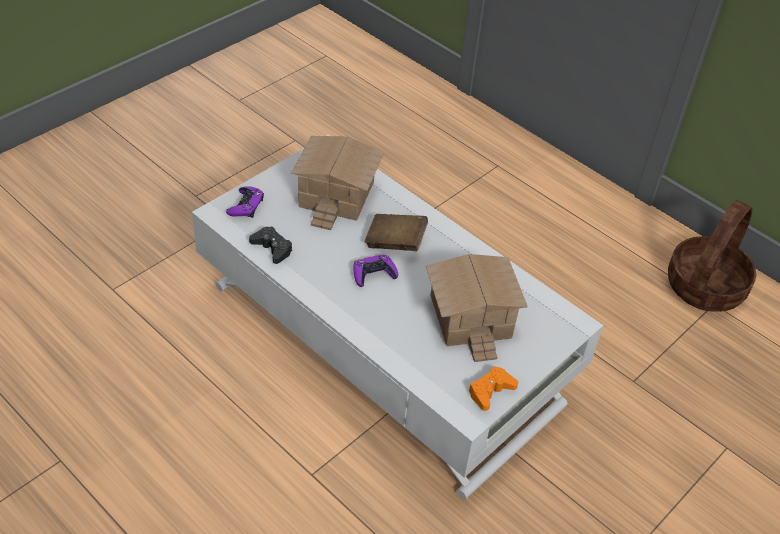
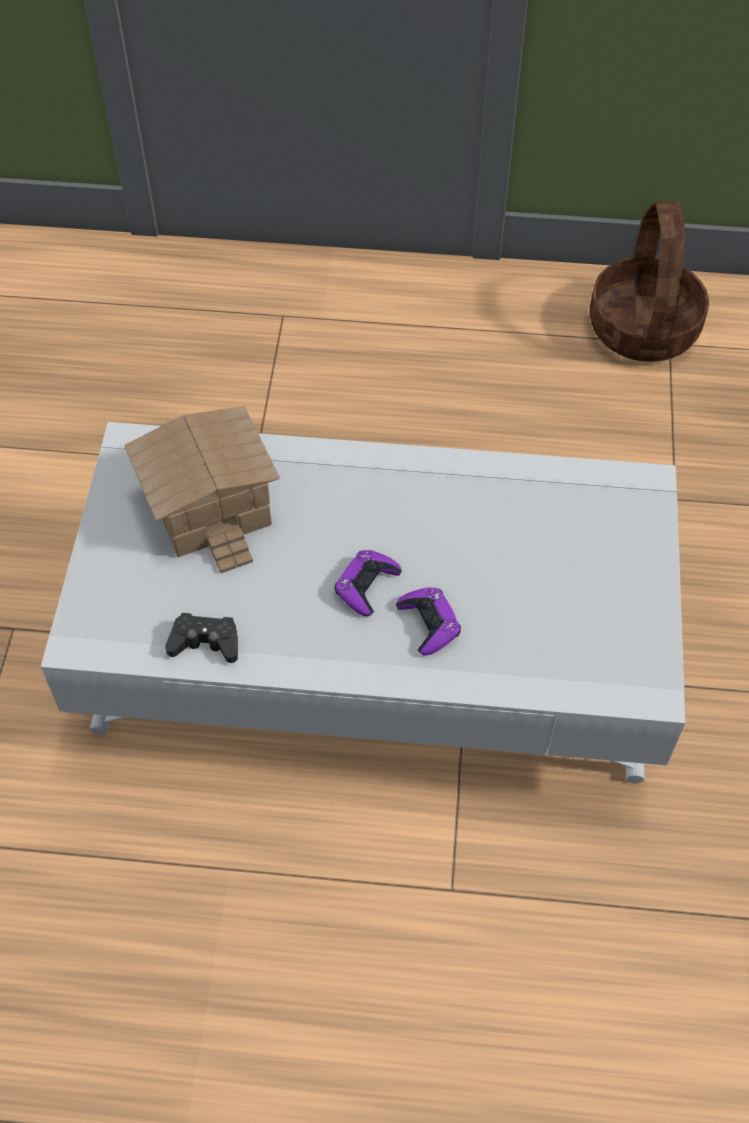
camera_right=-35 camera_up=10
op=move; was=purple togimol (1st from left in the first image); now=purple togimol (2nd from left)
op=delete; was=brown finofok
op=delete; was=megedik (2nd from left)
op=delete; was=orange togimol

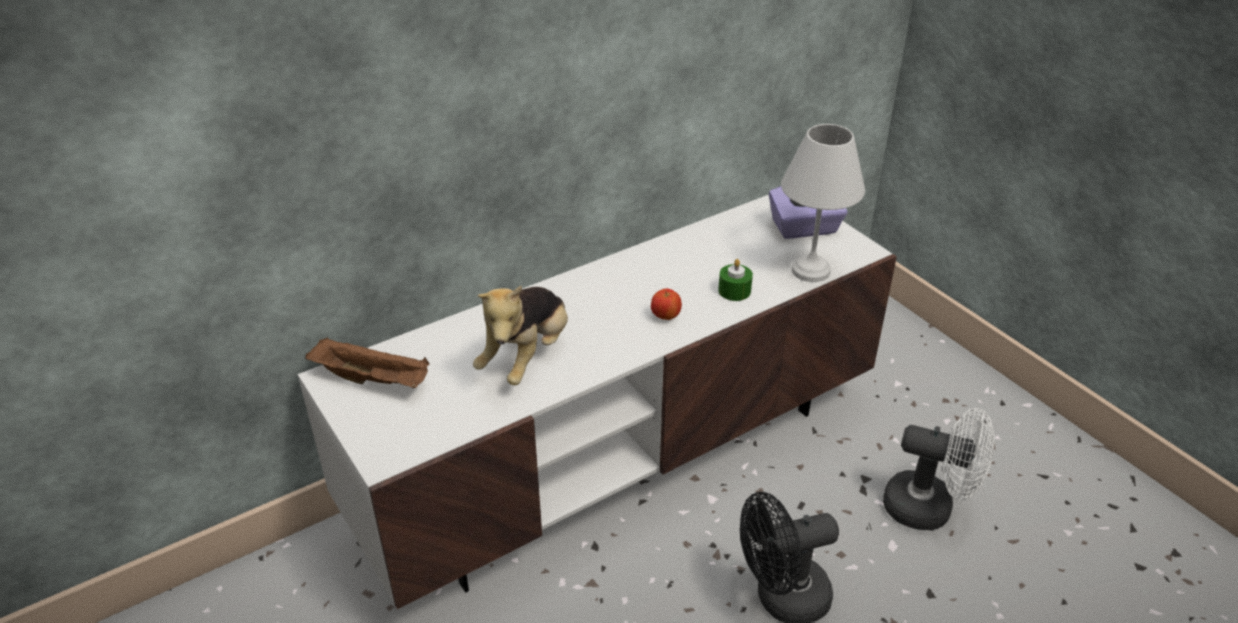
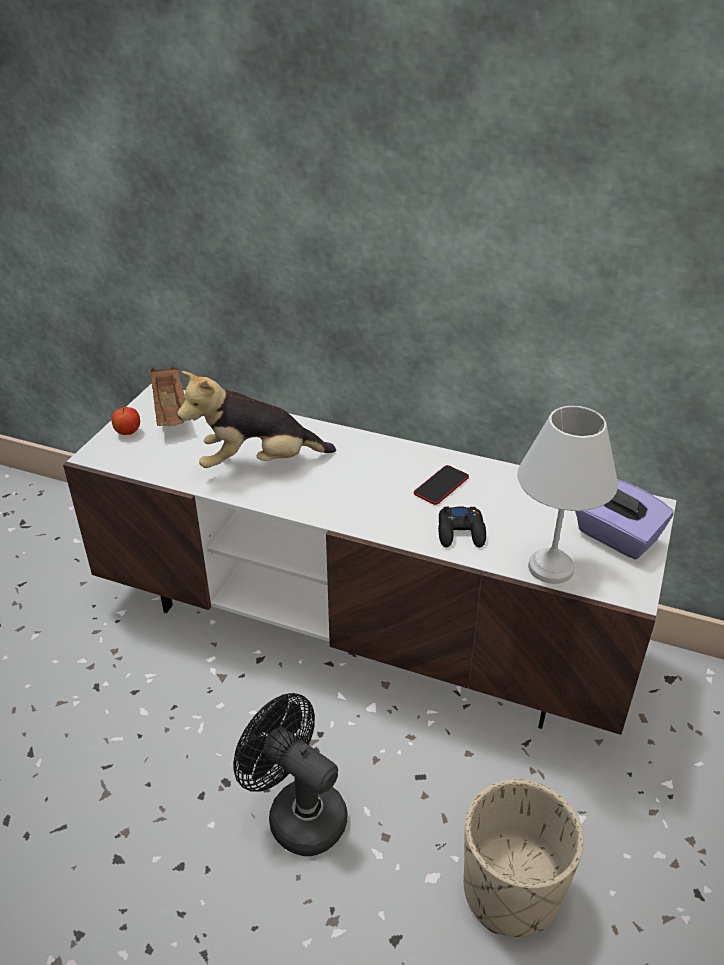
camera_right=55 camera_up=0
op=move; was=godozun
op=insert; now=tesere
op=replace; was=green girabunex; now=black togimol
op=replace; was=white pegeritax; now=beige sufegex

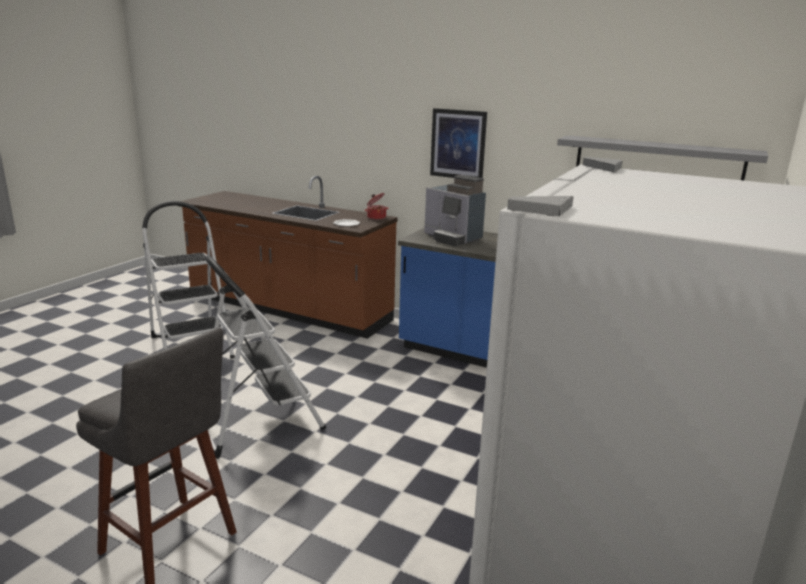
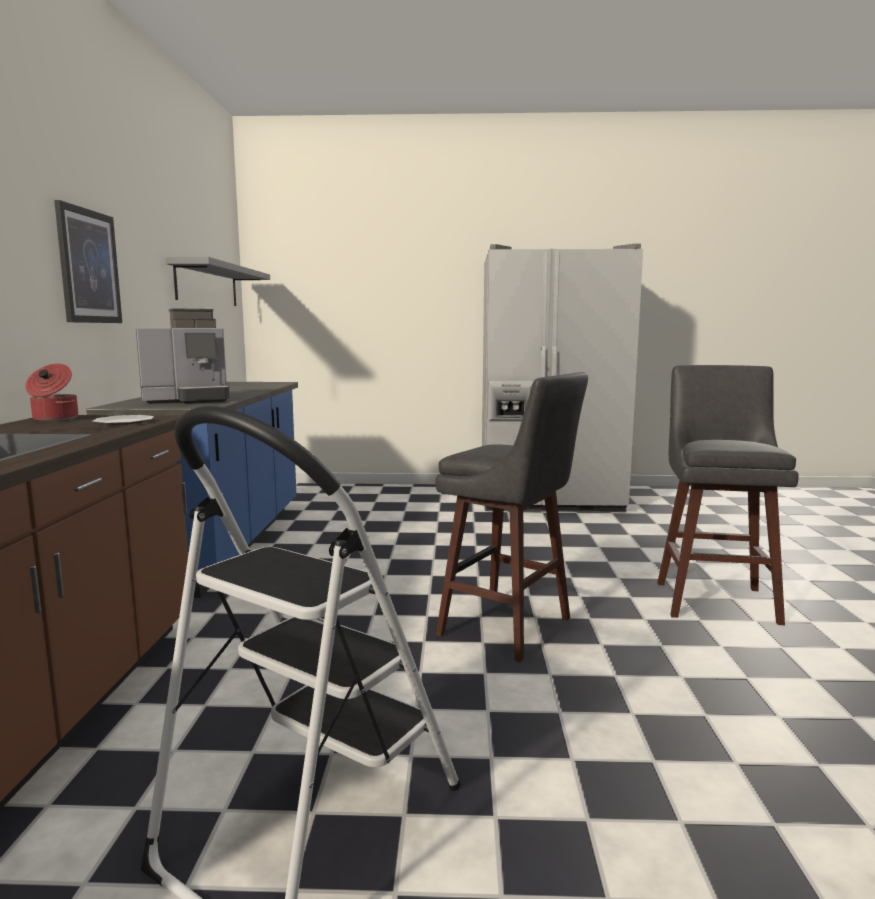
camera_right=-115 camera_up=-10
op=rotate; was=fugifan; clockwise=45
op=replace; was=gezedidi (2nd from left); now=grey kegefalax (1st from left)

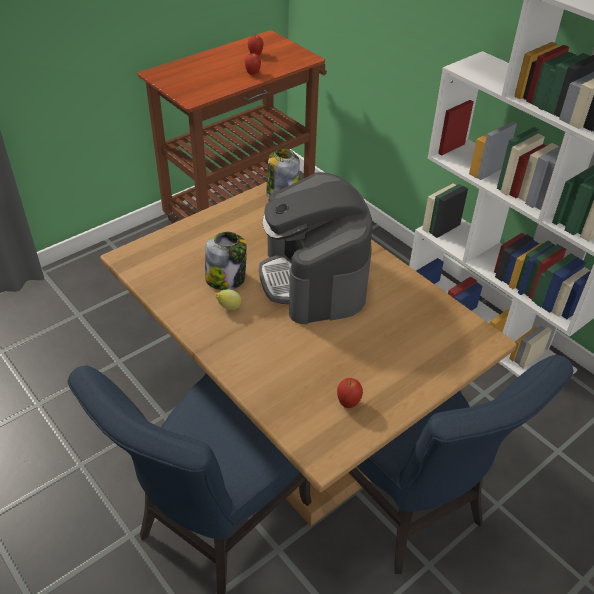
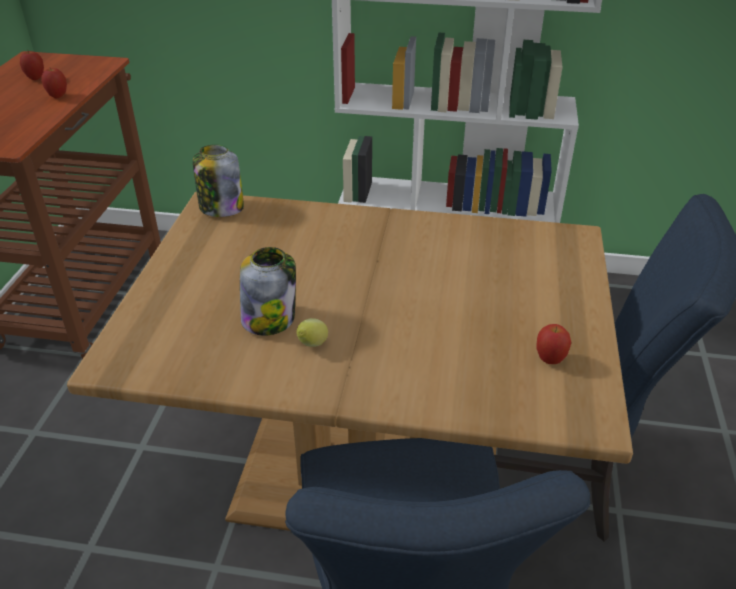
camera_right=-40 camera_up=-5
op=delete; was=fugifan

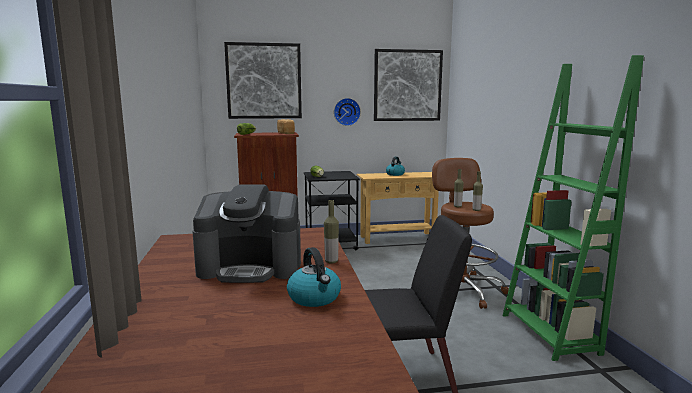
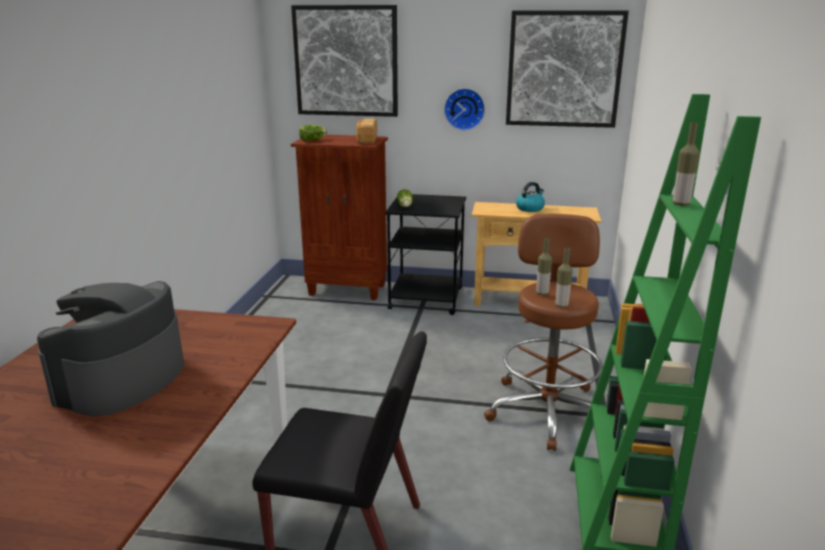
camera_right=20 camera_up=10
op=rotate; was=fugifan; clockwise=90
op=move; was=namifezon (1st from left in the first image); now=namifezon (3rd from left)
op=delete; was=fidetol (1st from left)

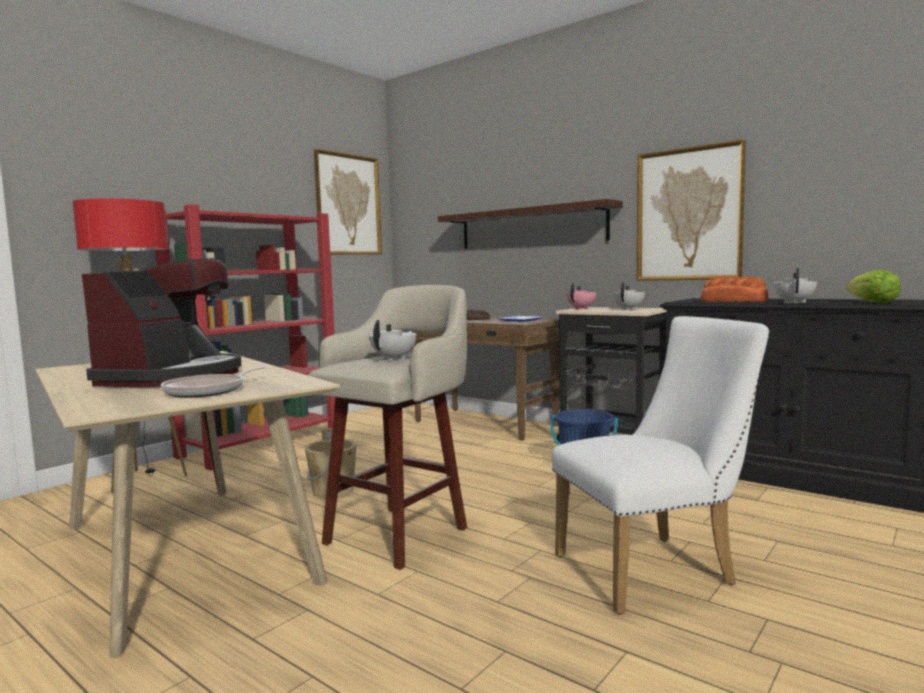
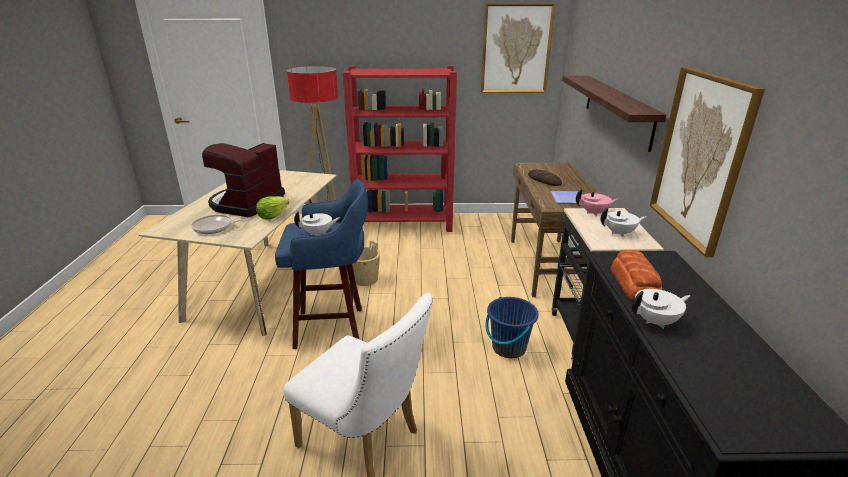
camera_right=50 camera_up=20
op=rotate; was=fugifan; clockwise=135
op=move; was=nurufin
op=recolor; was=beige kegefalax; now=blue kegefalax

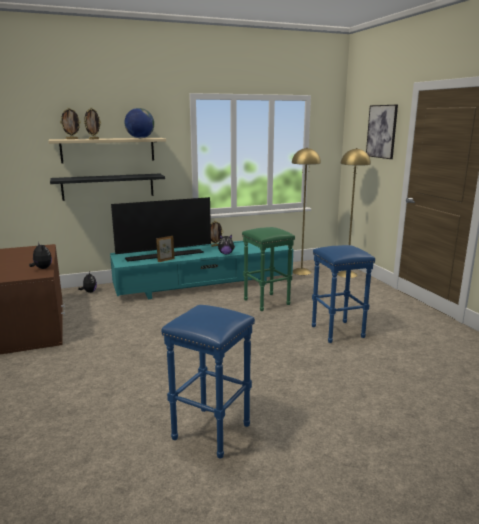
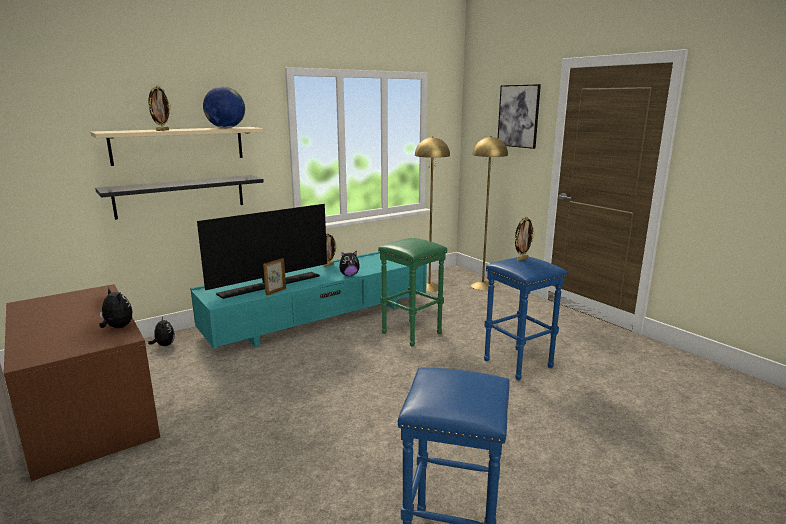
camera_right=-15 camera_up=0
op=move; was=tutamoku (1st from left in the first image); now=tutamoku (4th from left)

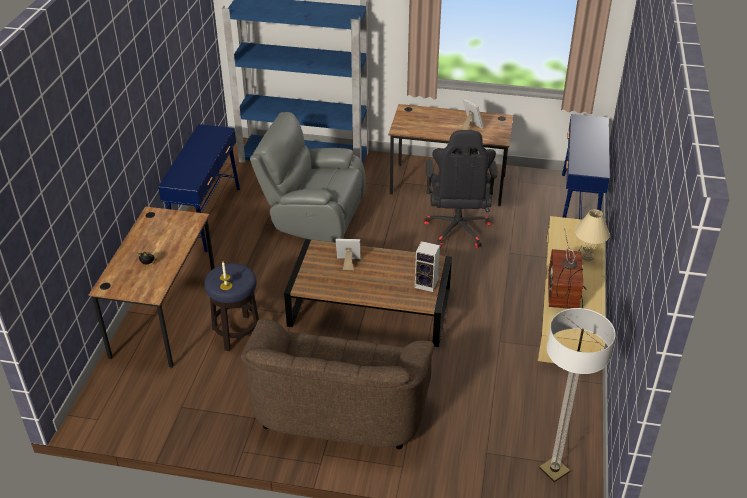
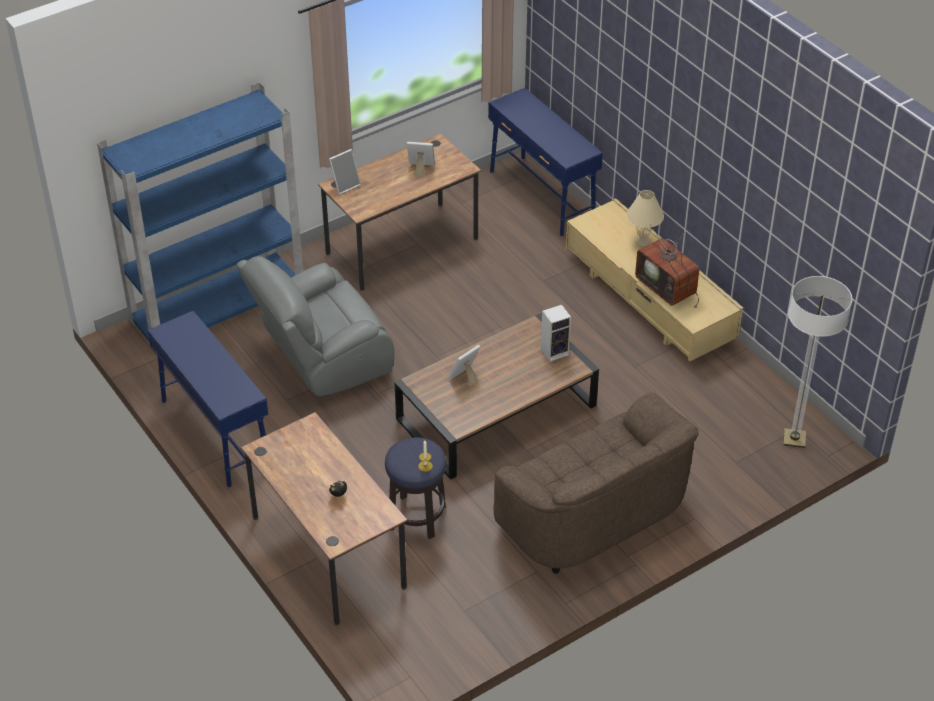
camera_right=-45 camera_up=5
op=insert; now=tutamoku (1st from left)
op=delete; was=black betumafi

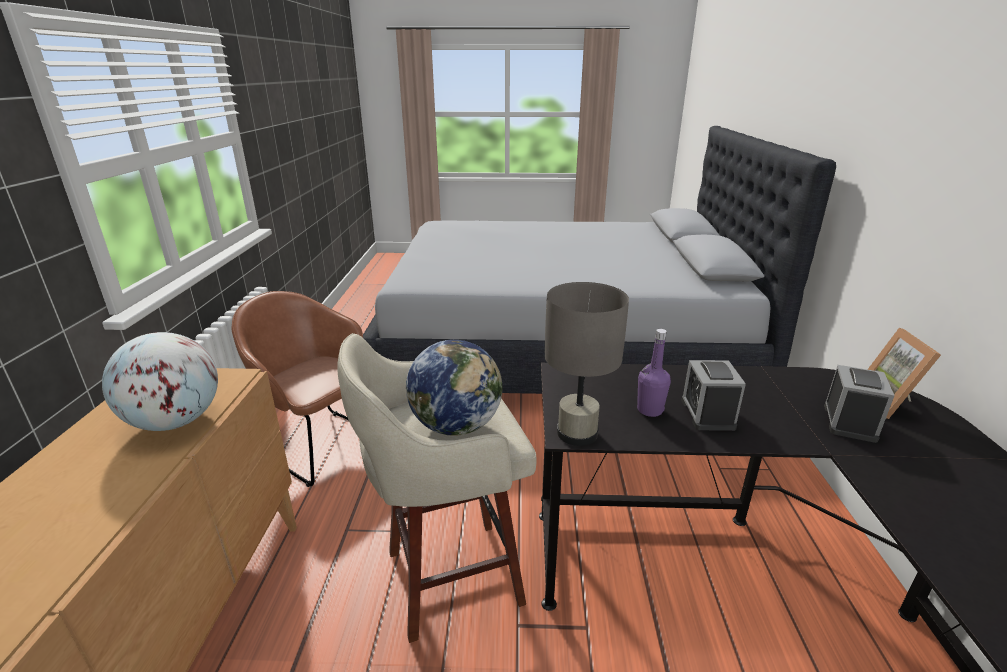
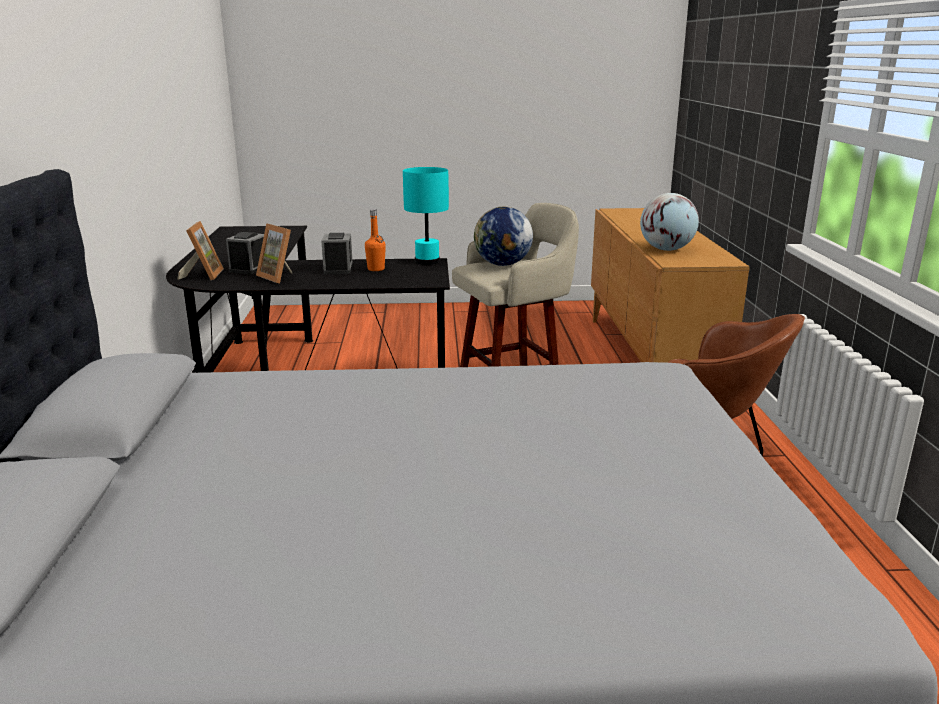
camera_right=175 camera_up=-5
op=insert; now=tutamoku (2nd from left)
op=recolor; was=purple namifezon; now=orange namifezon
op=recolor; was=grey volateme; now=turquoise volateme

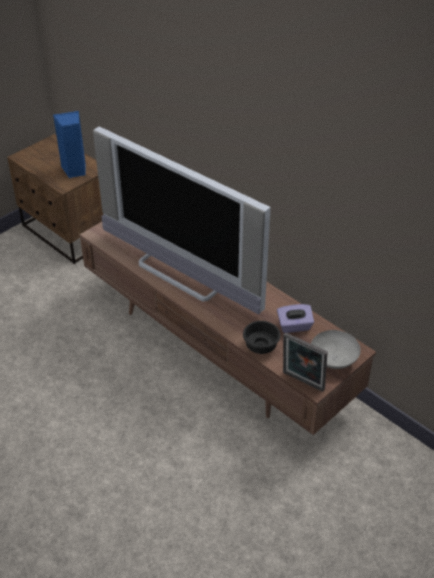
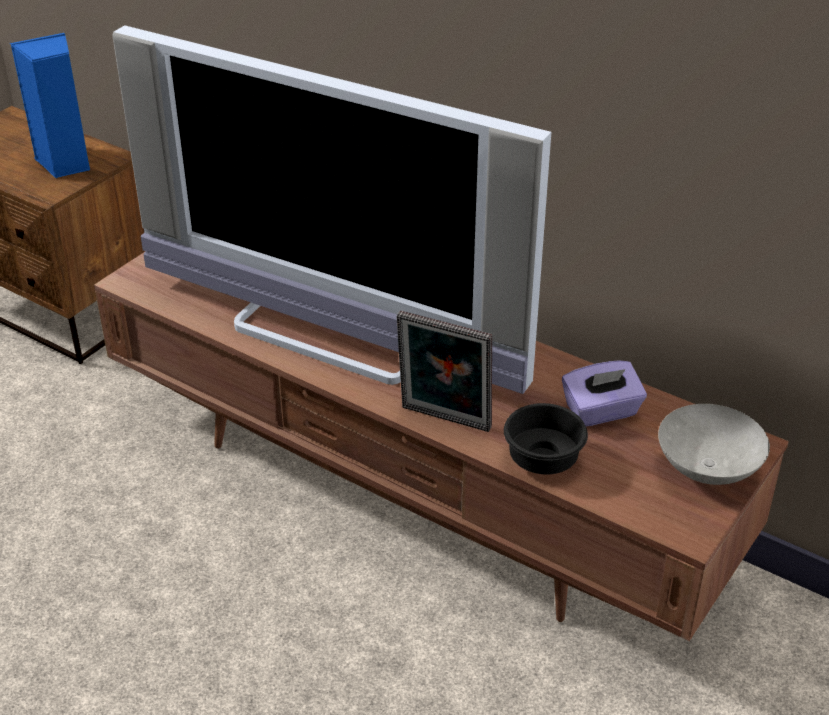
camera_right=-10 camera_up=-5
op=move; was=tutamoku

